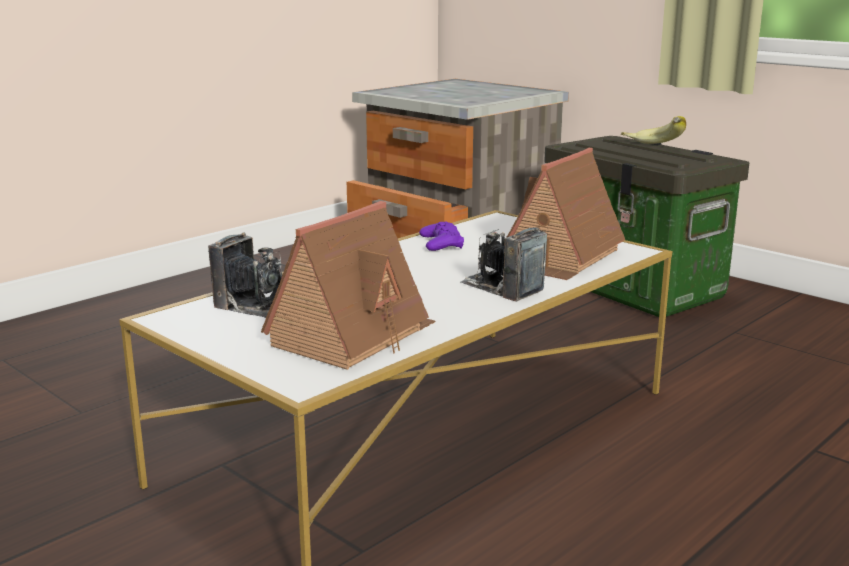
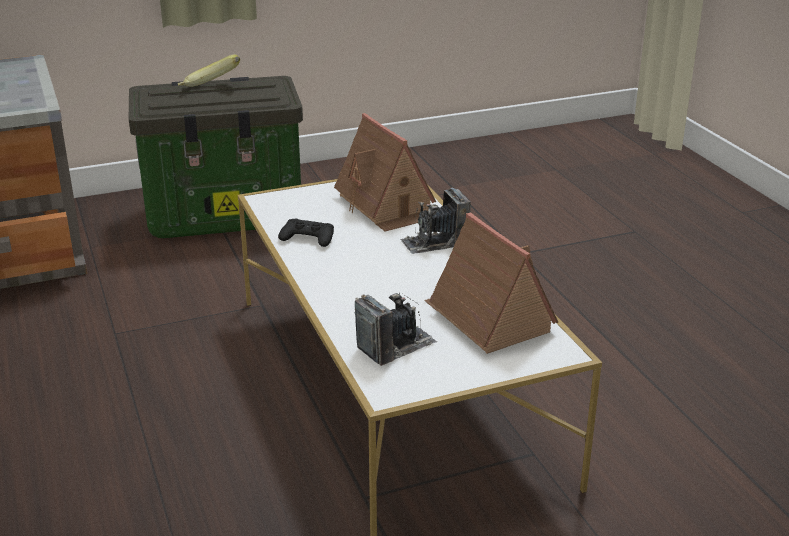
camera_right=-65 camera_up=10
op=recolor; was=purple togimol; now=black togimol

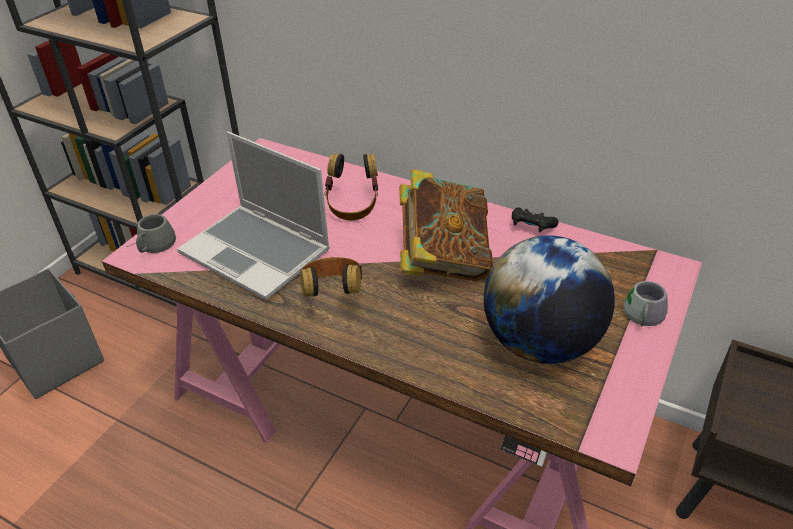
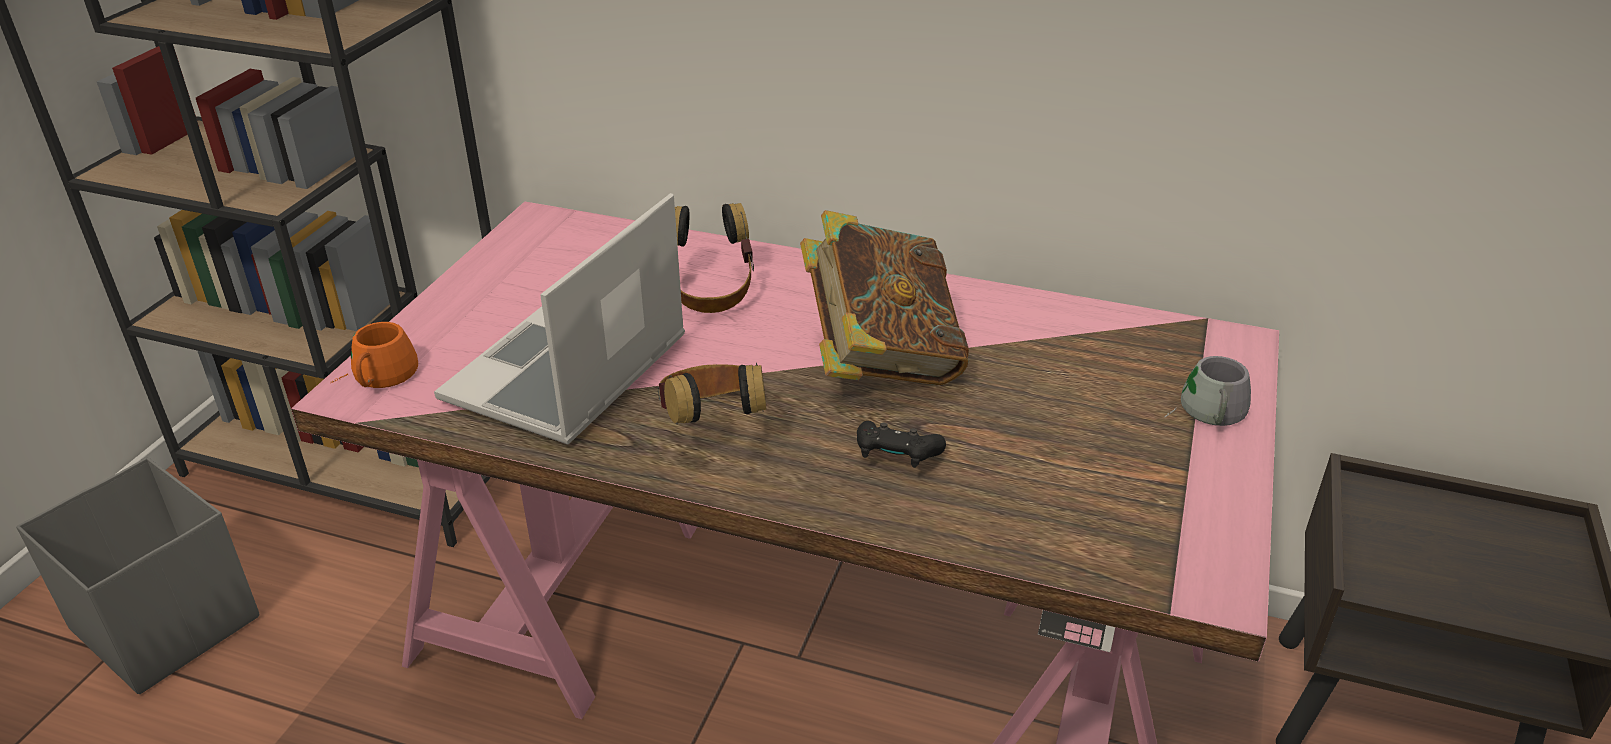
camera_right=-10 camera_up=-5
op=recolor; was=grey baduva (1st from left); now=orange baduva
op=rotate; was=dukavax; clockwise=90
op=move; was=black togimol
op=delete; was=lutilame

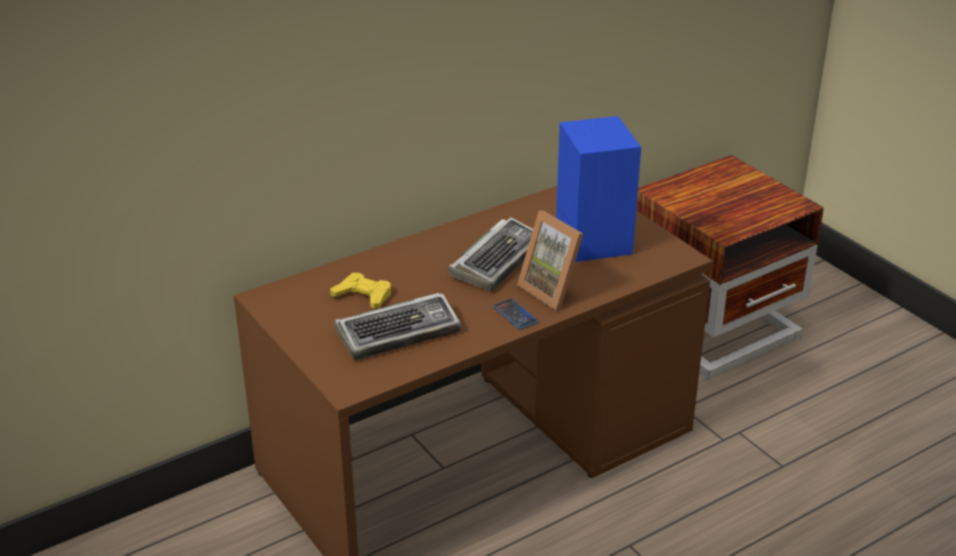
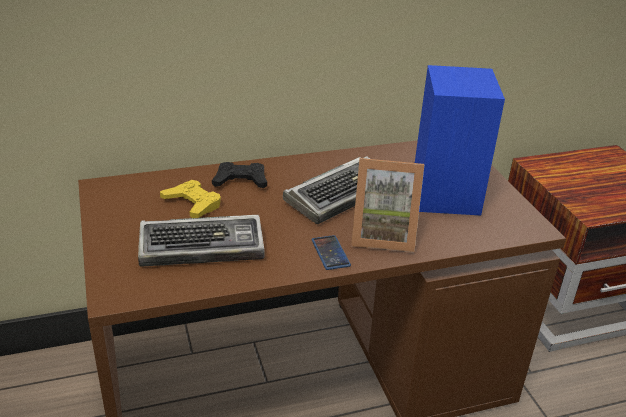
camera_right=15 camera_up=0
op=insert; now=black togimol
op=rotate; was=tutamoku; clockwise=-60

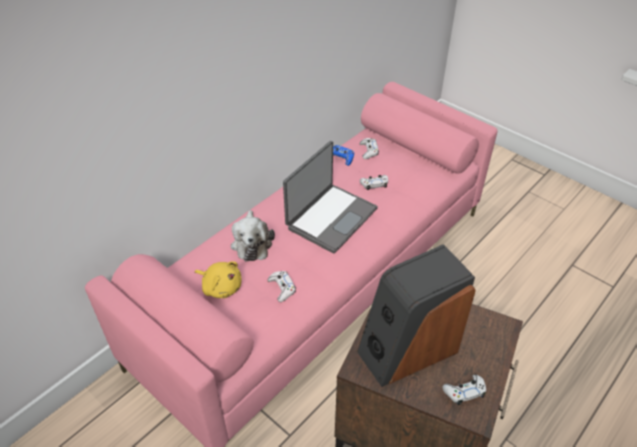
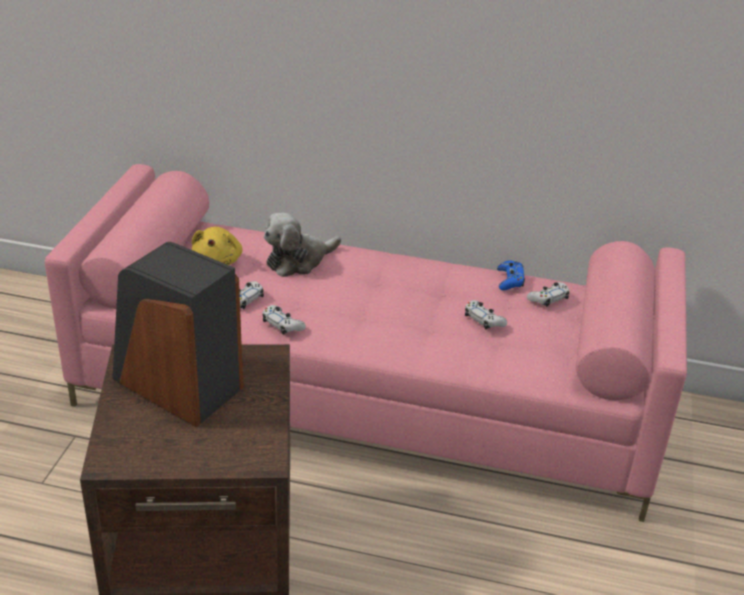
camera_right=60 camera_up=-10
op=move; was=white togimol (4th from left in the first image); now=white togimol (2nd from left)
op=delete; was=dukavax

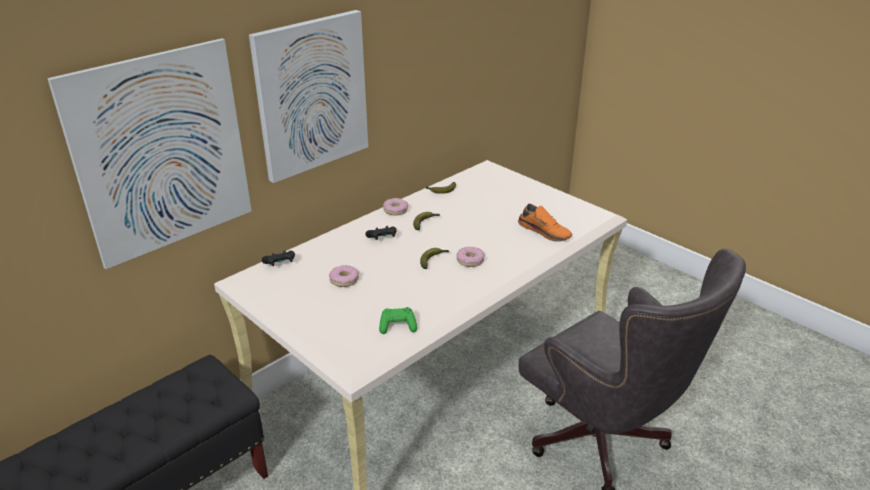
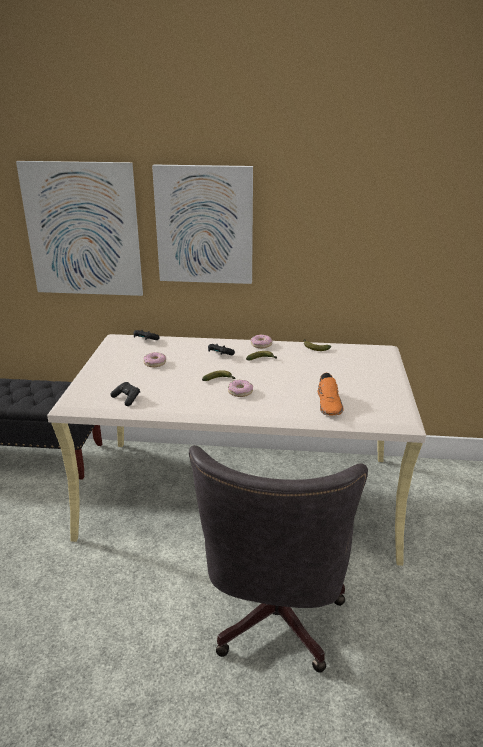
camera_right=50 camera_up=-5
op=recolor; was=green togimol; now=black togimol (1st from left)

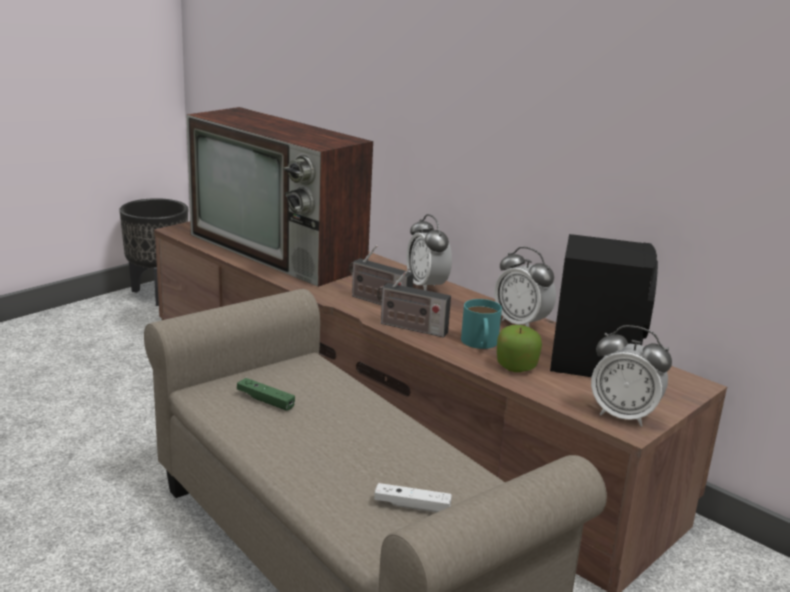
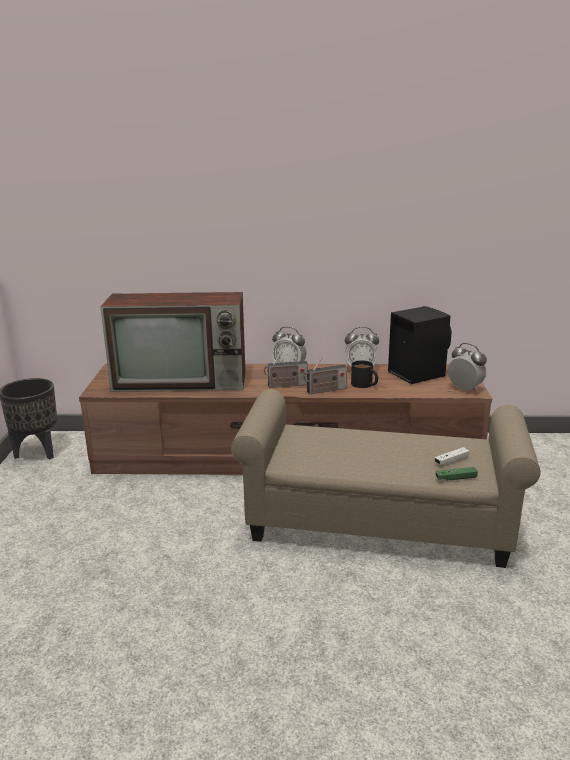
camera_right=-40 camera_up=0
op=recolor; was=turquoise baduva; now=black baduva
op=move; was=green togimol
op=rotate; was=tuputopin (3rd from left); clockwise=-120
op=delete; was=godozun

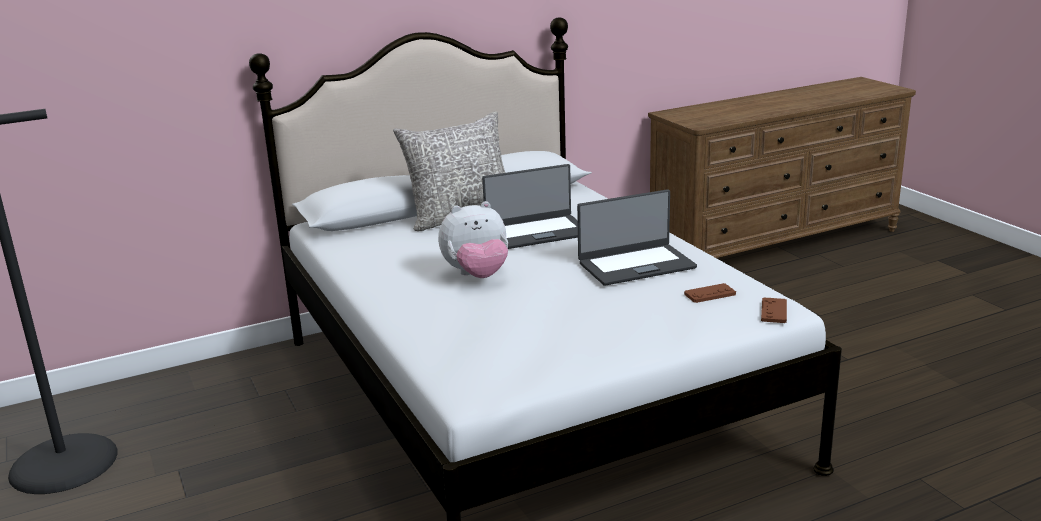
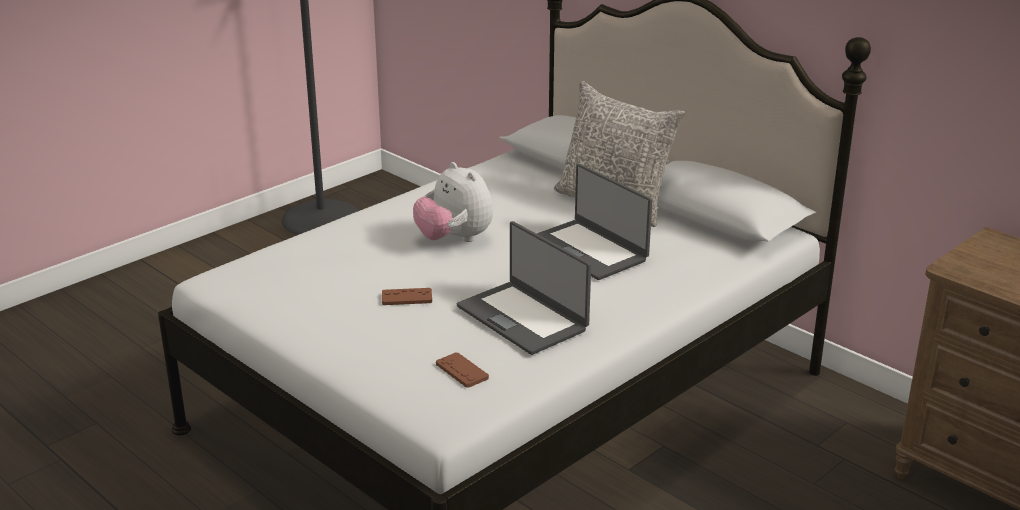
camera_right=70 camera_up=5
op=move; was=brown togimol (2nd from left in the first image); now=brown togimol (1st from left)

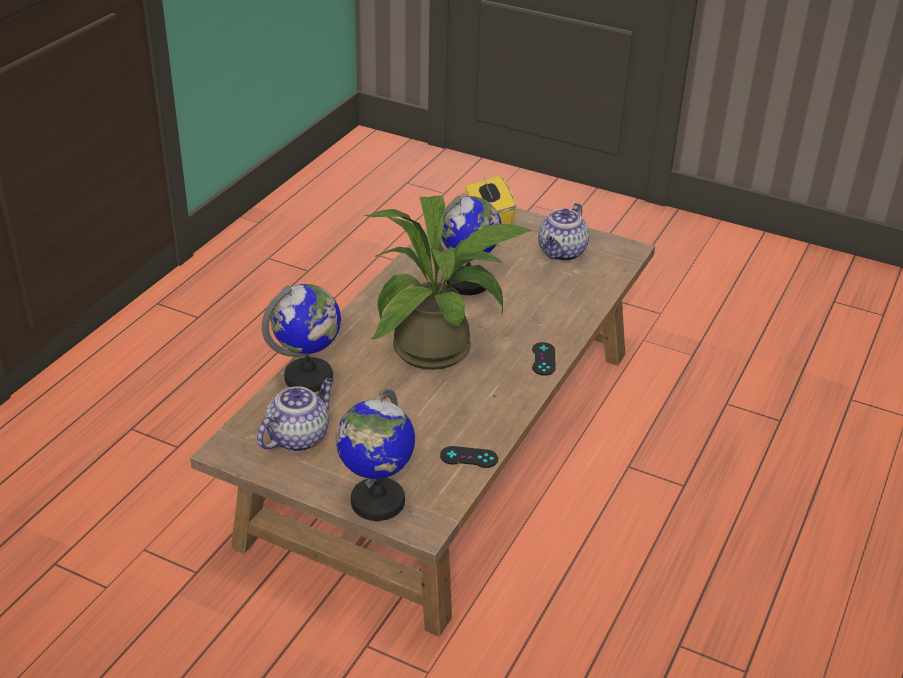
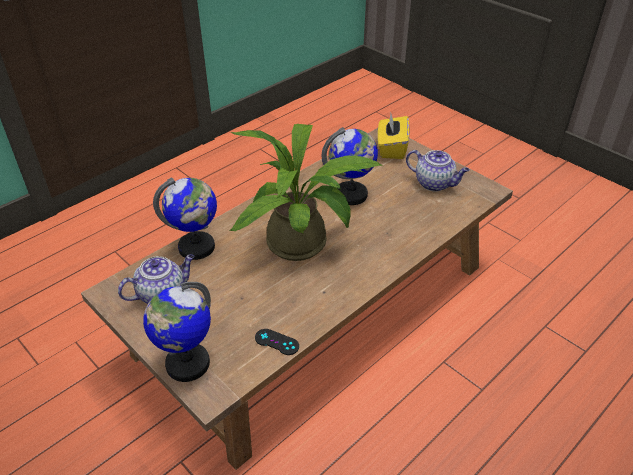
camera_right=20 camera_up=5
op=rotate; was=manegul (2nd from left); clockwise=-105
op=delete; was=black togimol (2nd from left)

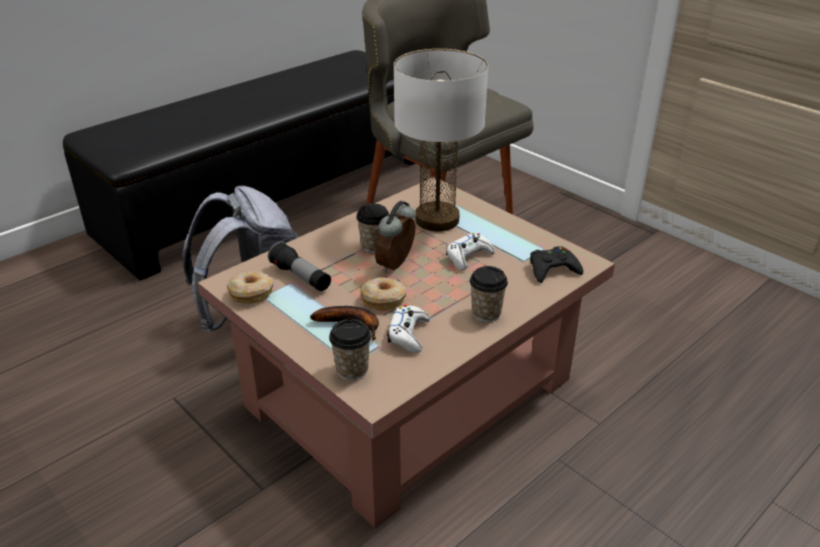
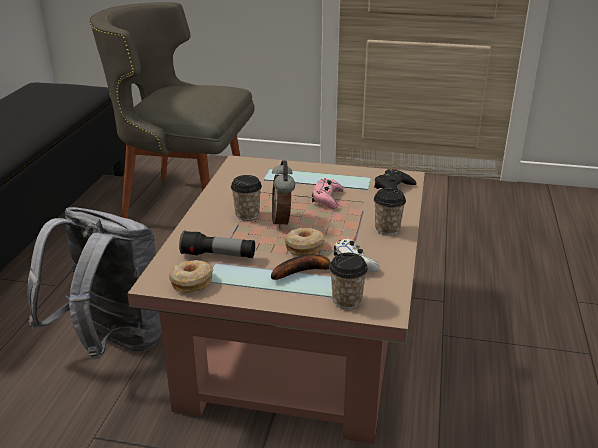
camera_right=-35 camera_up=-5
op=recolor; was=white togimol (2nd from left); now=pink togimol
op=delete; was=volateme

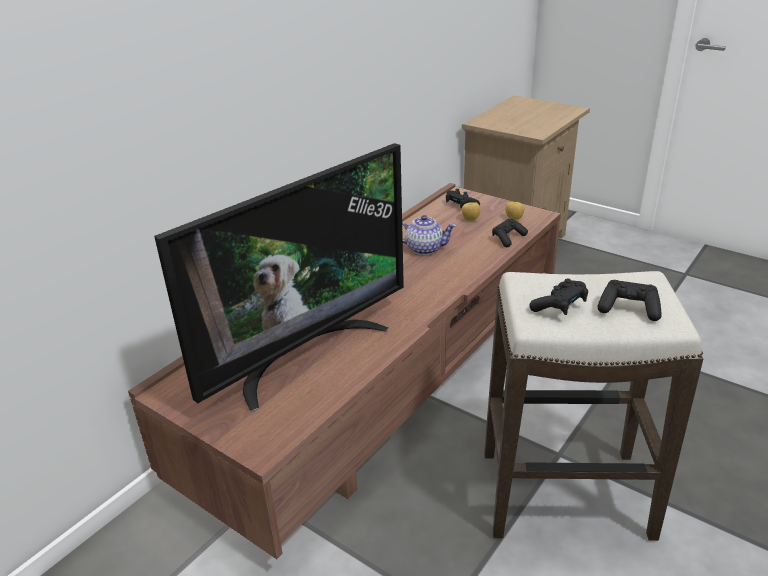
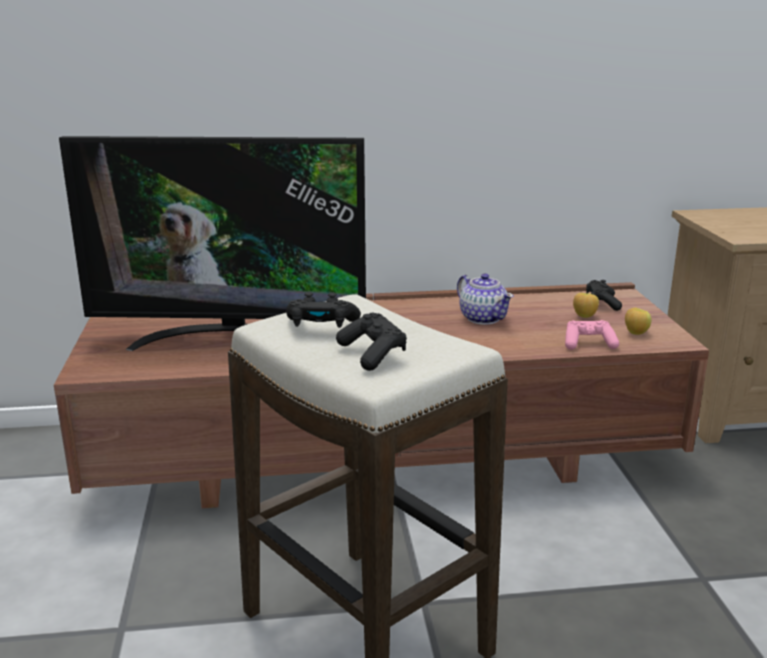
camera_right=45 camera_up=-10
op=recolor; was=black togimol (2nd from left); now=pink togimol

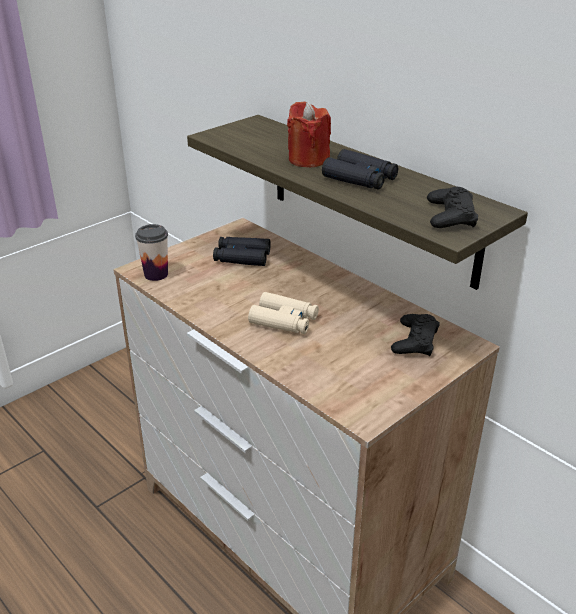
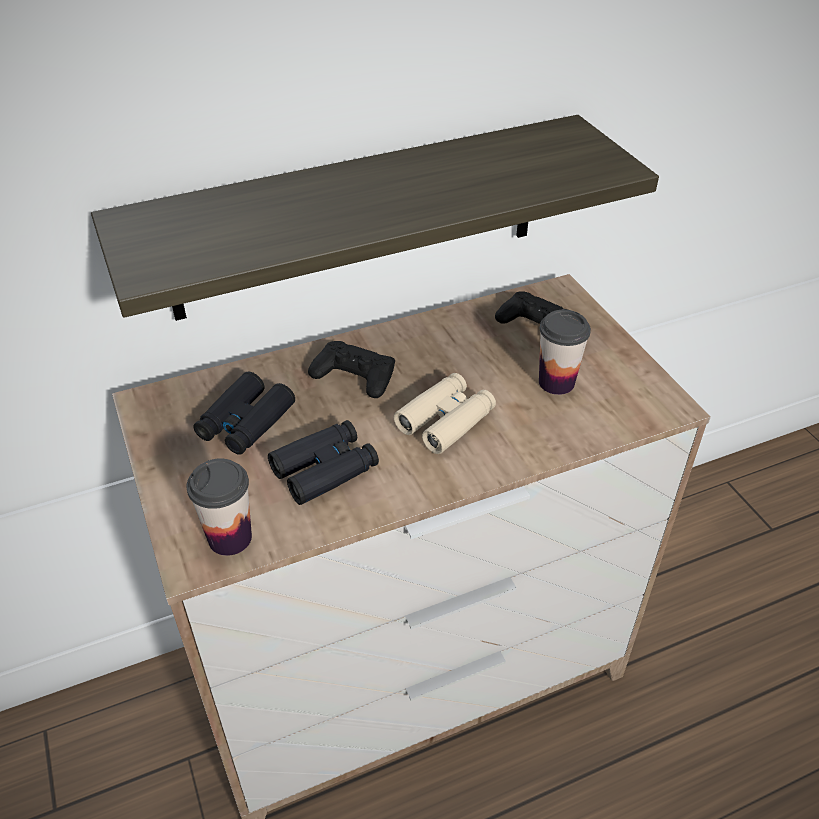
camera_right=-70 camera_up=10
op=move; was=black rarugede (2nd from left)
op=move; was=black togimol (2nd from left in the first image); now=black togimol (1st from left)
op=insert; now=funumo (2nd from left)
op=delete; was=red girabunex

